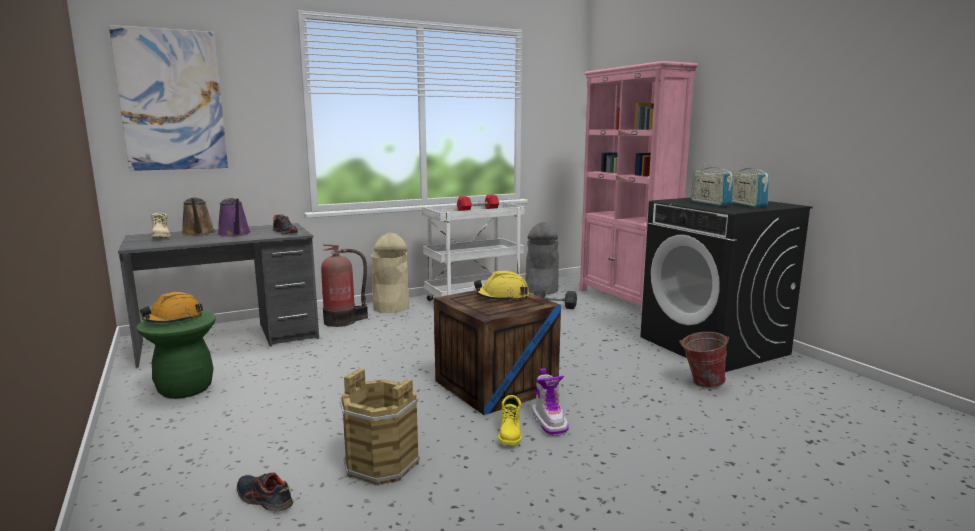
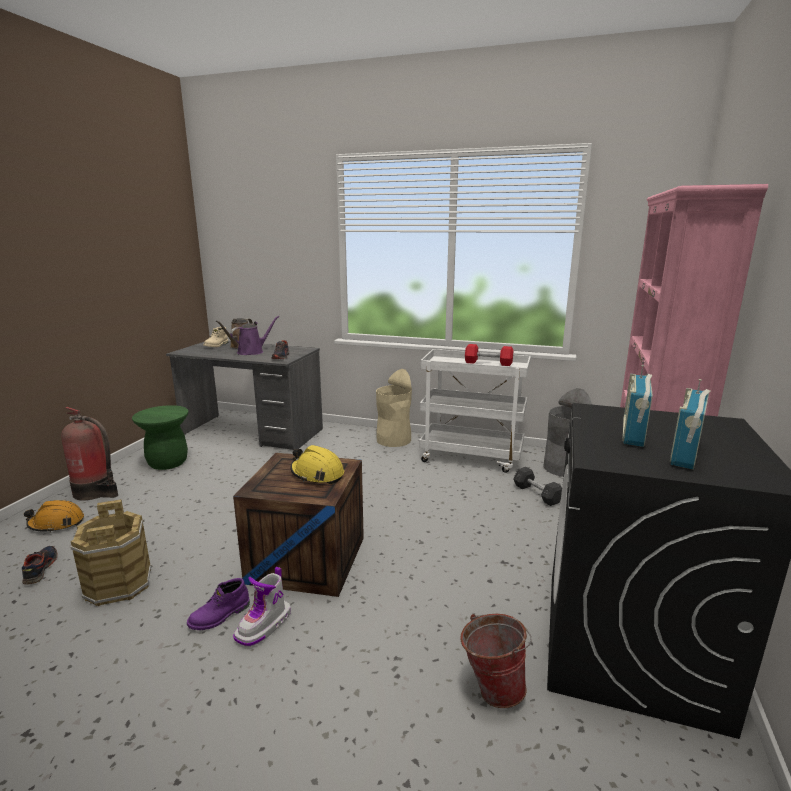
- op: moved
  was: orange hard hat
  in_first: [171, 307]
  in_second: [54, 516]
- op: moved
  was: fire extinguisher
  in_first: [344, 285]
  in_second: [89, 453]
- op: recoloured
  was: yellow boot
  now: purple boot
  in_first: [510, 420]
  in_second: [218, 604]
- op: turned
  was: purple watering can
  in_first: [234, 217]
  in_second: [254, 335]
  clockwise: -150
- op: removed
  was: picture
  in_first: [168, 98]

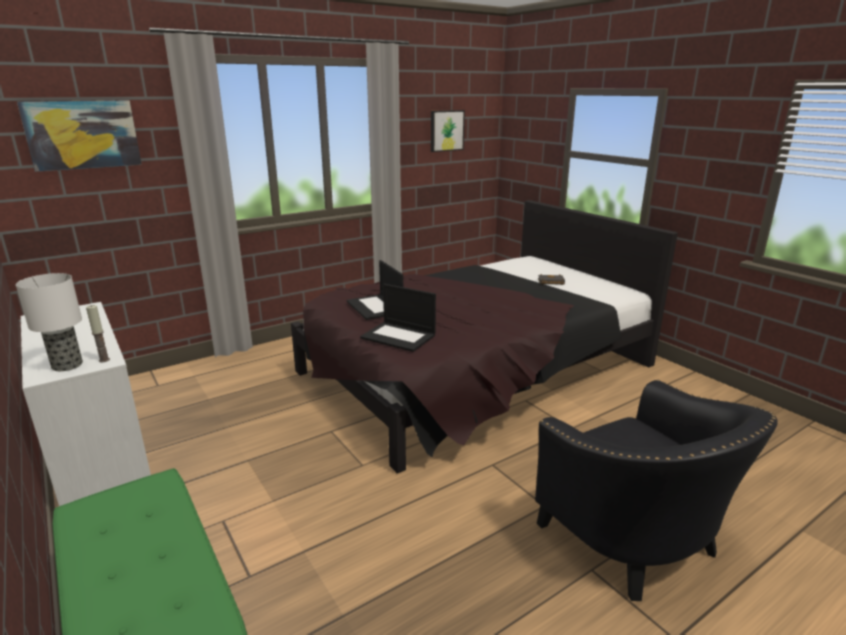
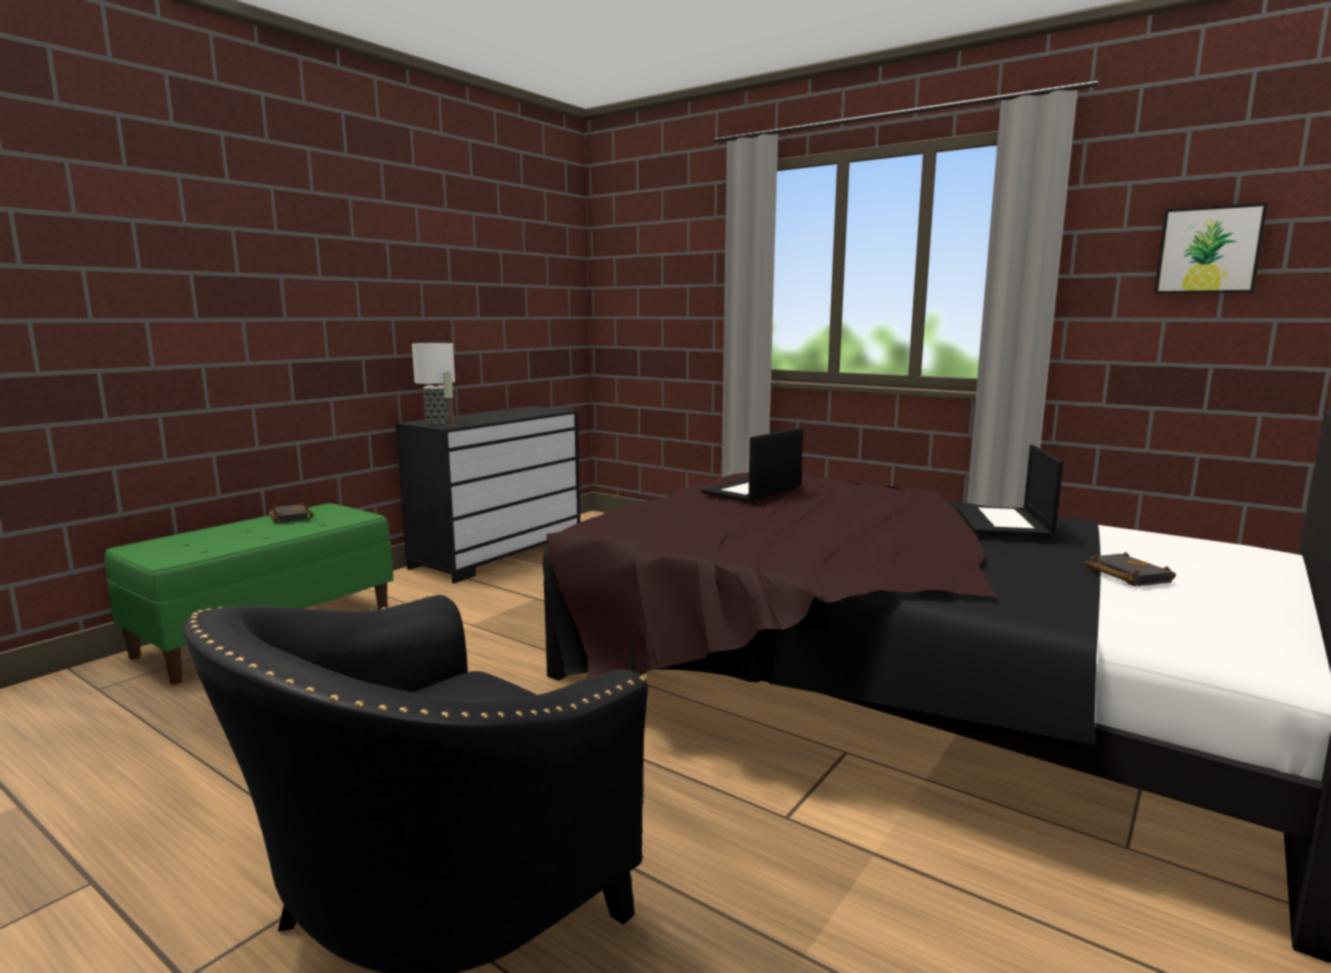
- op: added
  now: black book
  in_second: [291, 513]
- op: recoloured
  was: white dresser
  now: black dresser
  in_first: [86, 404]
  in_second: [488, 494]
- op: moved
  was: laptop
  in_first: [398, 318]
  in_second: [1010, 491]
- op: removed
  was: picture
  in_first: [79, 136]

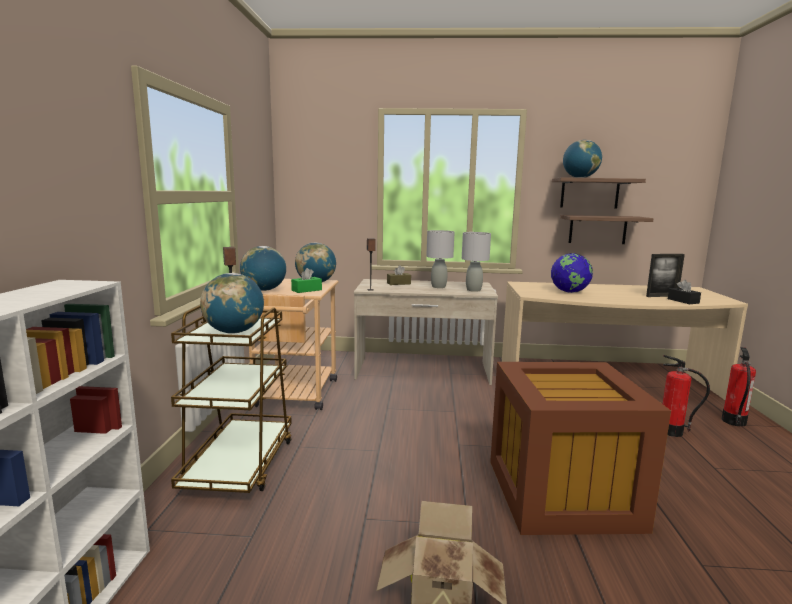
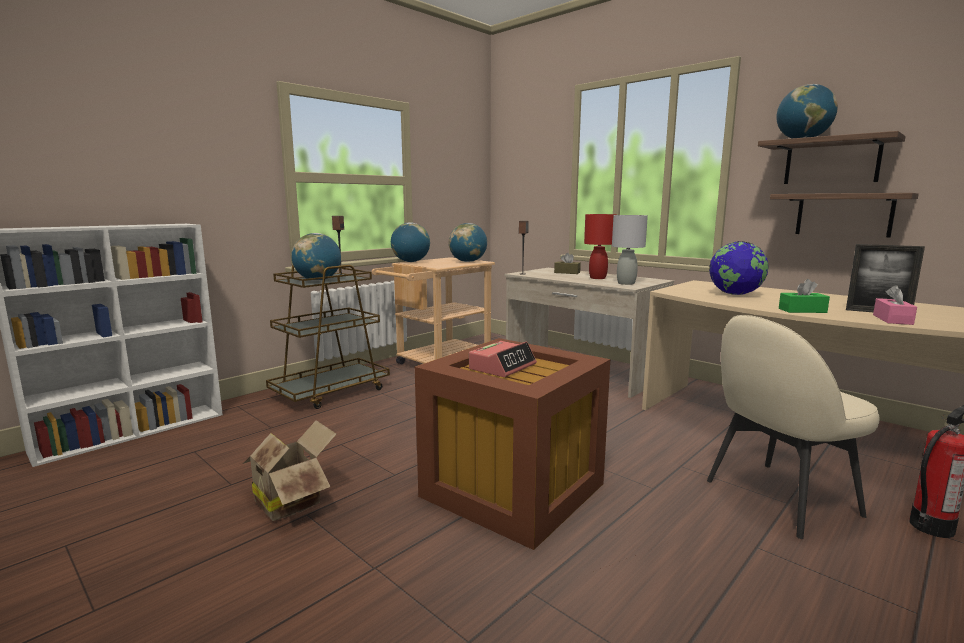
- op: added
  now: alarm clock
  in_second: [503, 359]
- op: recoloured
  was: grey table lamp
  now: red table lamp
  in_first: [440, 259]
  in_second: [600, 246]
- op: replaced
  was: fire extinguisher
  now: beige chair
  in_first: [686, 396]
  in_second: [793, 427]
- op: moved
  was: green tissue box
  in_first: [306, 280]
  in_second: [804, 296]
- op: recoloured
  was: black tissue box
  now: pink tissue box
  in_first: [684, 292]
  in_second: [895, 305]

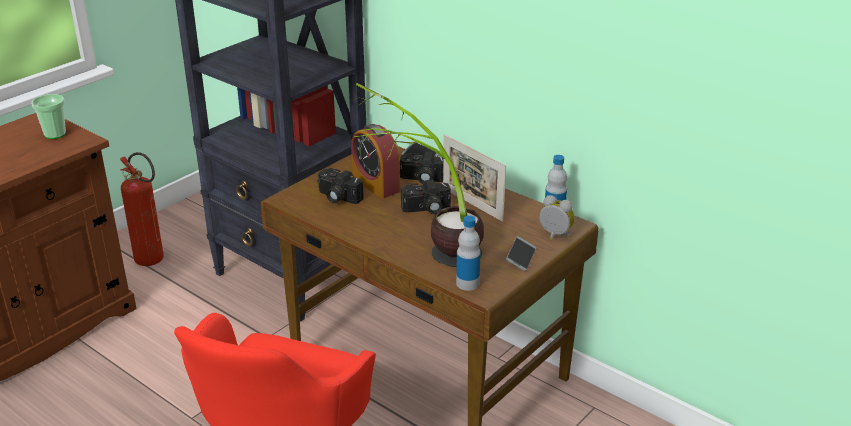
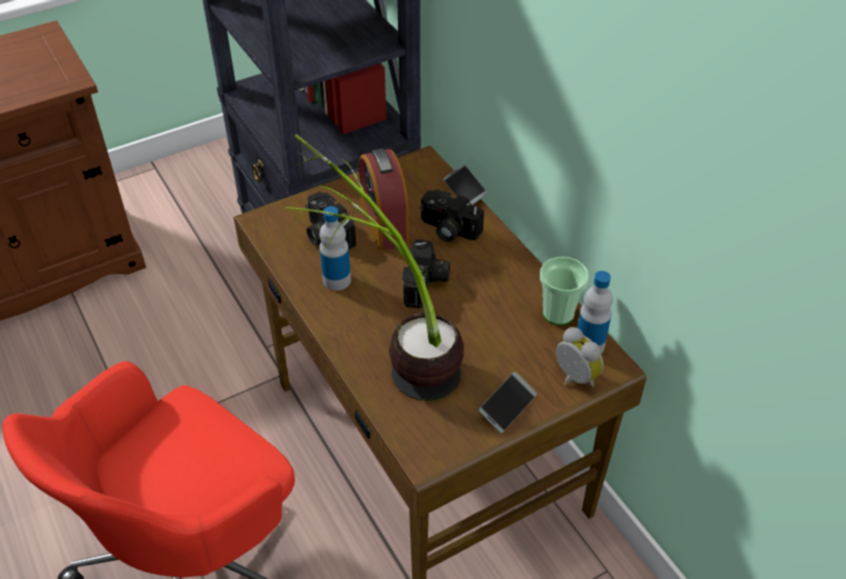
- op: moved
  was: bottle
  in_first: [468, 253]
  in_second: [335, 248]
- op: turned
  was: photo camera
  in_first: [426, 197]
  in_second: [426, 274]
  clockwise: -90
- op: moved
  was: cup
  in_first: [49, 116]
  in_second: [564, 291]
- op: removed
  was: fire extinguisher
  in_first: [142, 209]
- op: removed
  was: picture frame
  in_first: [474, 178]

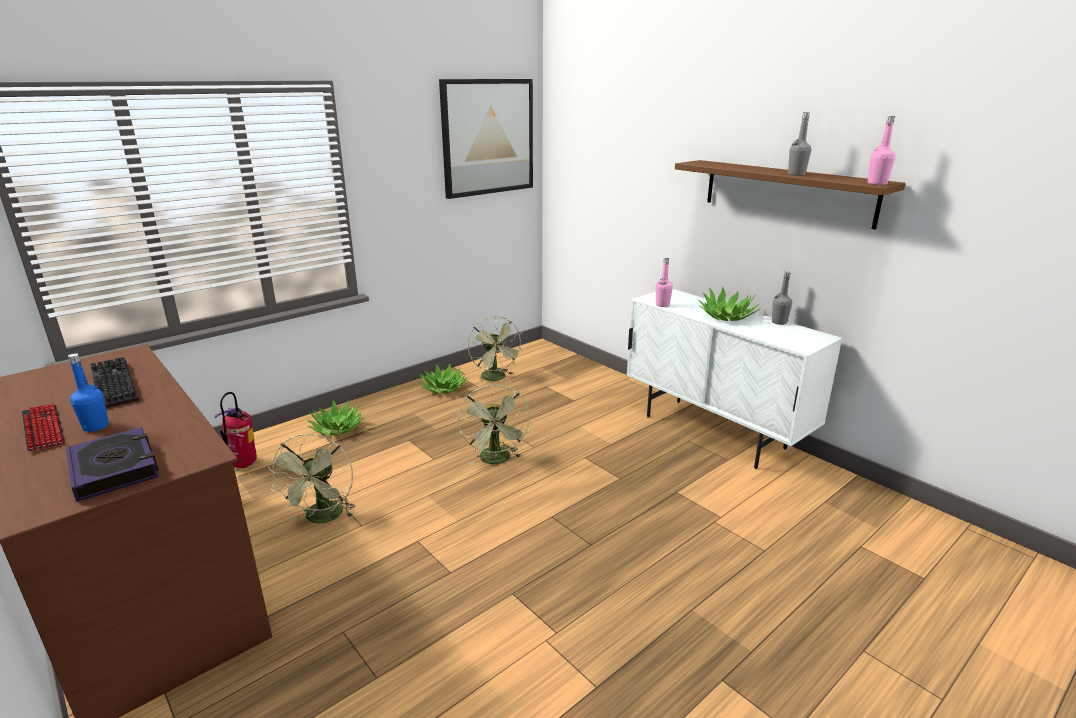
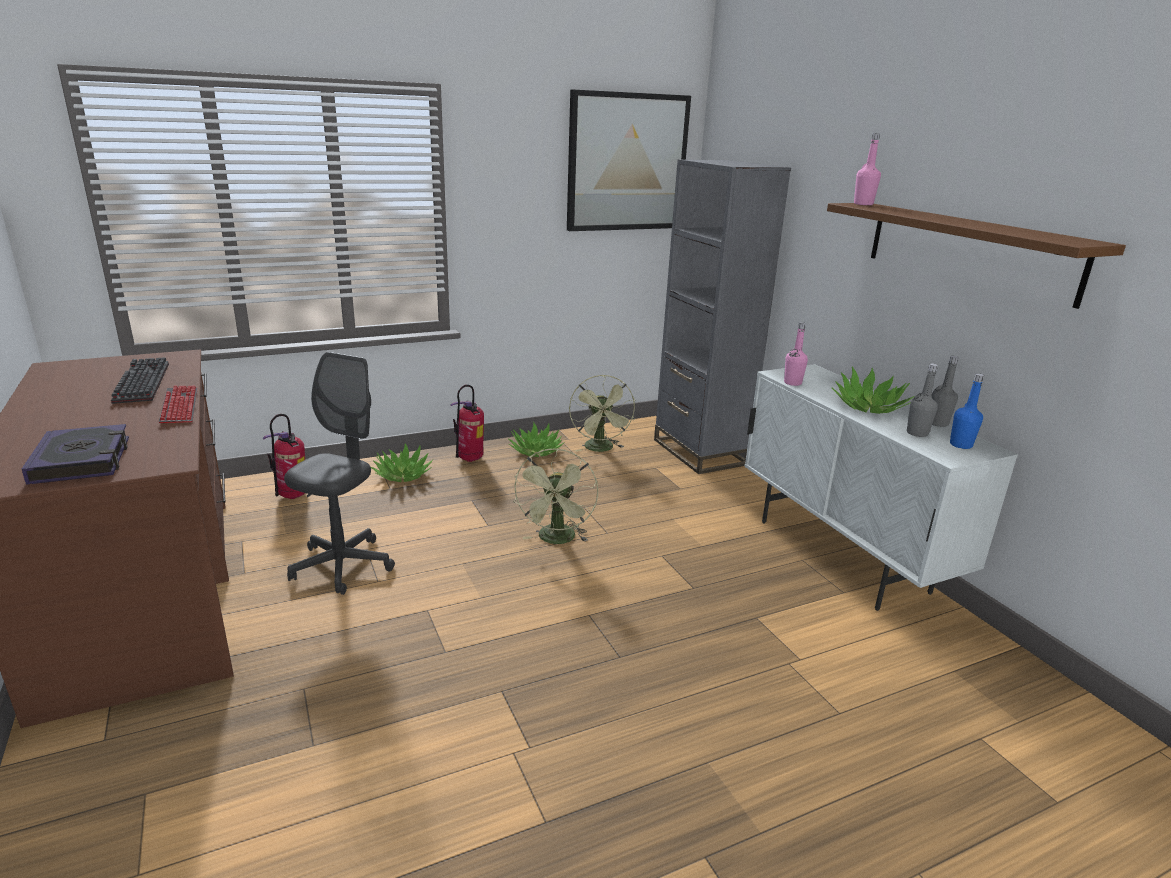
- op: moved
  was: keyboard
  in_first: [43, 427]
  in_second: [178, 404]
- op: replaced
  was: green fan
  now: grey office chair
  in_first: [311, 478]
  in_second: [339, 473]
- op: added
  now: fire extinguisher
  in_second: [467, 423]
- op: added
  now: grey bookcase
  in_second: [722, 316]
- op: moved
  was: pink bottle
  in_first: [882, 150]
  in_second: [867, 169]
- op: moved
  was: grey bottle
  in_first: [799, 144]
  in_second: [922, 400]
- op: moved
  was: blue bottle
  in_first: [88, 392]
  in_second: [967, 411]

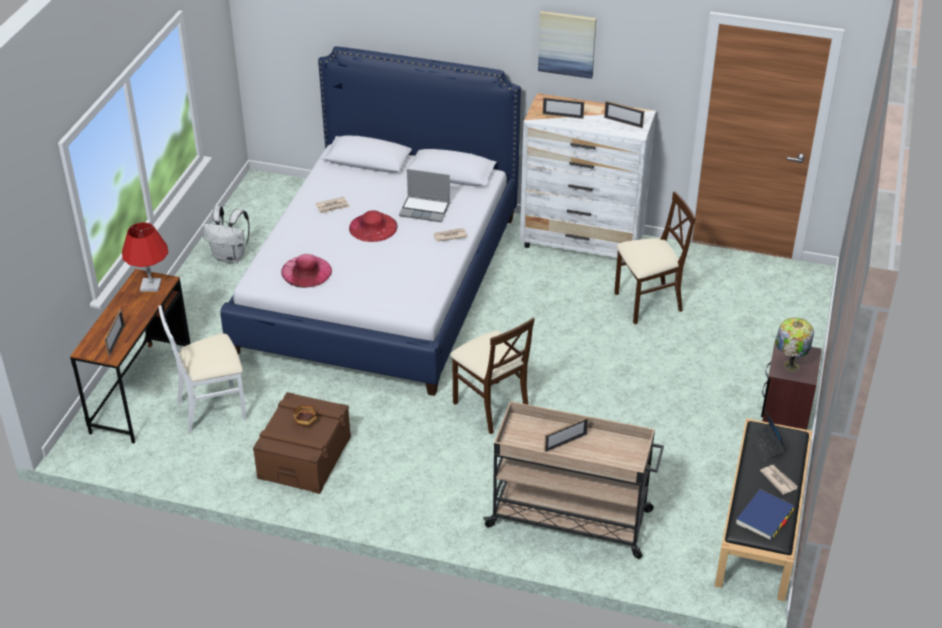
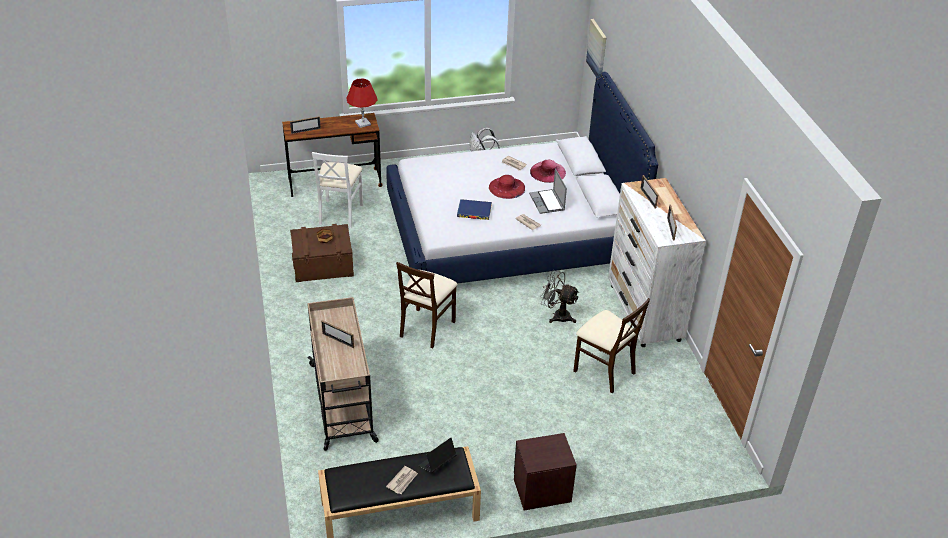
- op: turned
  was: white chair
  in_first: [203, 369]
  in_second: [337, 190]
  clockwise: -120
- op: moved
  was: blue book
  in_first: [765, 514]
  in_second: [474, 209]
- op: moved
  was: pink hat
  in_first: [306, 271]
  in_second: [548, 171]
- op: added
  now: grey fan
  in_second: [559, 296]
- op: moved
  was: picture
  in_first: [567, 45]
  in_second: [596, 48]
- op: removed
  was: table lamp
  in_first: [794, 344]

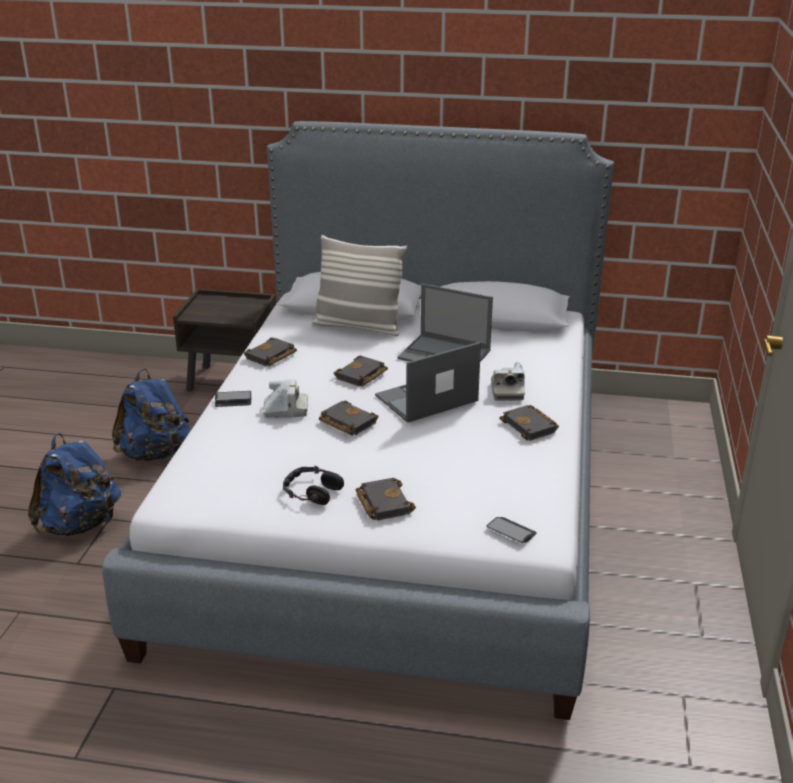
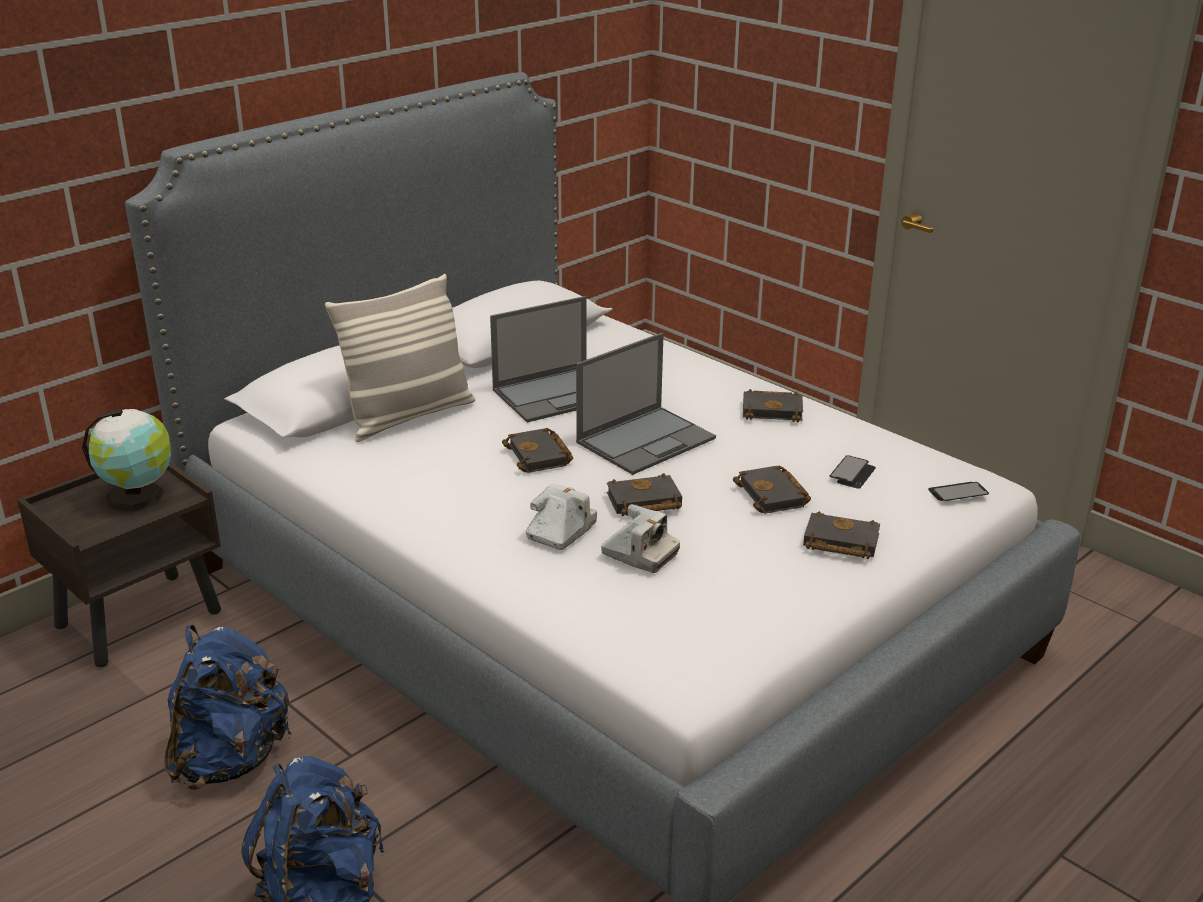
- op: added
  now: globe
  in_second: [126, 460]
- op: turned
  was: laptop
  in_first: [428, 382]
  in_second: [646, 404]
  clockwise: -135
- op: moved
  was: photo camera
  in_first: [508, 381]
  in_second: [640, 538]
- op: moved
  was: black book
  in_first: [270, 351]
  in_second: [772, 490]
- op: moved
  was: phone
  in_first: [233, 399]
  in_second: [853, 472]
- op: removed
  was: headphones
  in_first: [313, 485]

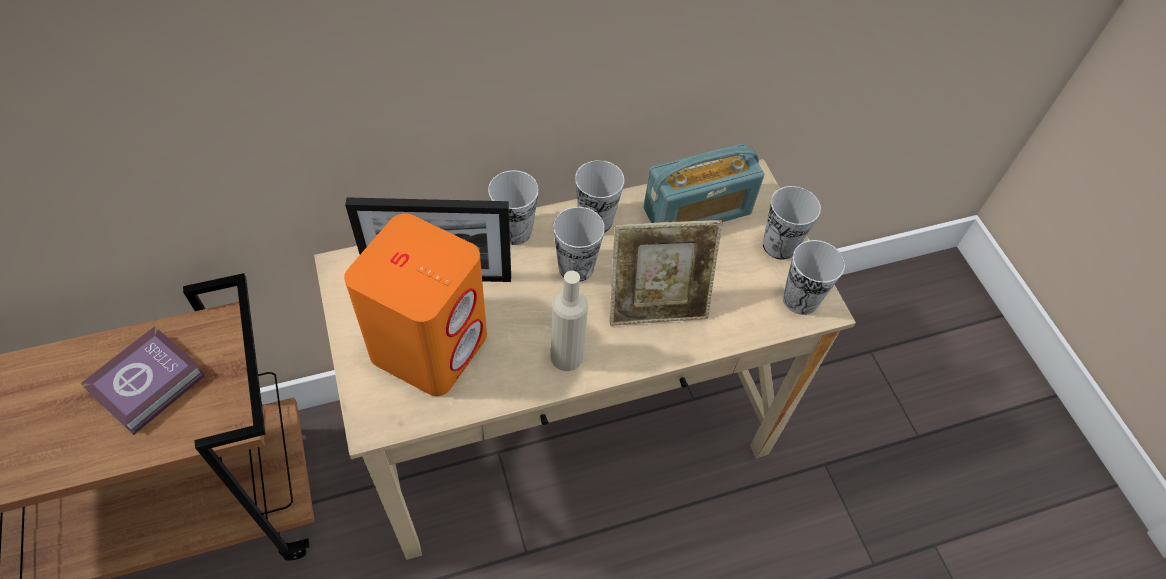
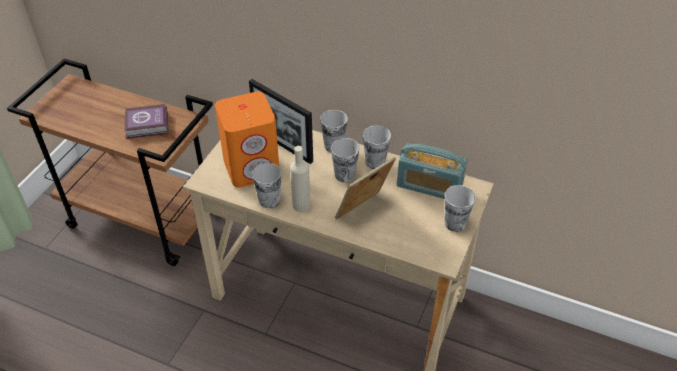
- op: moved
  was: cup
  in_first: [814, 277]
  in_second: [267, 185]
- op: turned
  was: picture frame
  in_first: [666, 273]
  in_second: [365, 188]
  clockwise: 105

